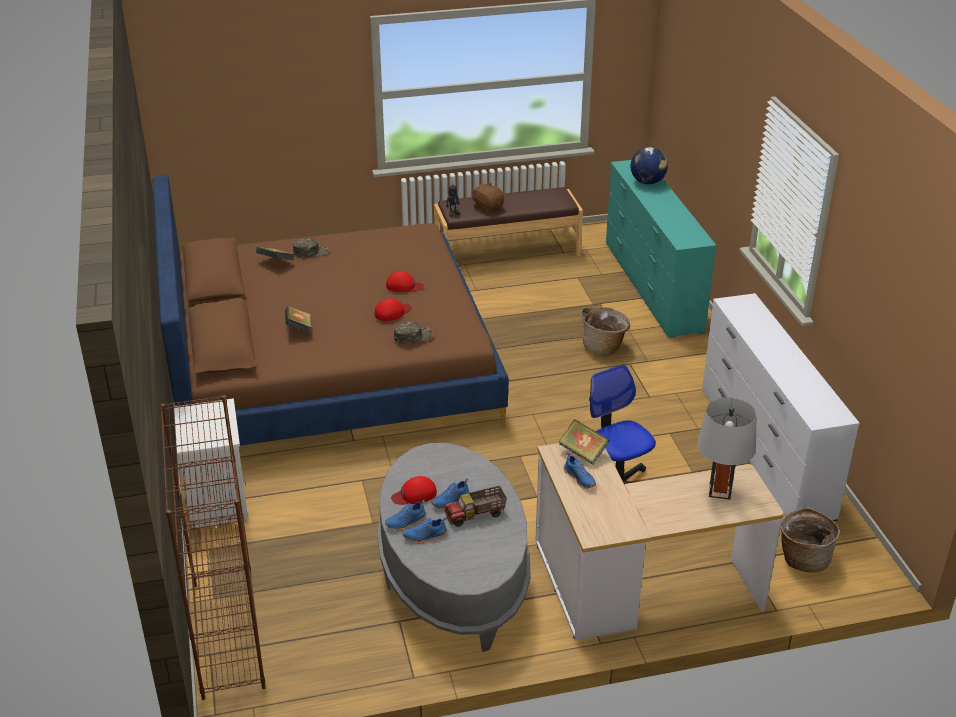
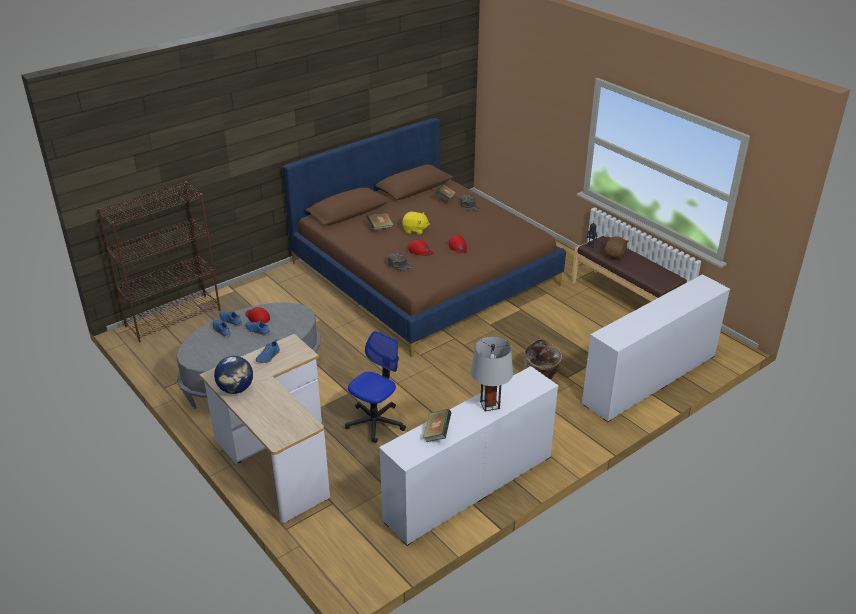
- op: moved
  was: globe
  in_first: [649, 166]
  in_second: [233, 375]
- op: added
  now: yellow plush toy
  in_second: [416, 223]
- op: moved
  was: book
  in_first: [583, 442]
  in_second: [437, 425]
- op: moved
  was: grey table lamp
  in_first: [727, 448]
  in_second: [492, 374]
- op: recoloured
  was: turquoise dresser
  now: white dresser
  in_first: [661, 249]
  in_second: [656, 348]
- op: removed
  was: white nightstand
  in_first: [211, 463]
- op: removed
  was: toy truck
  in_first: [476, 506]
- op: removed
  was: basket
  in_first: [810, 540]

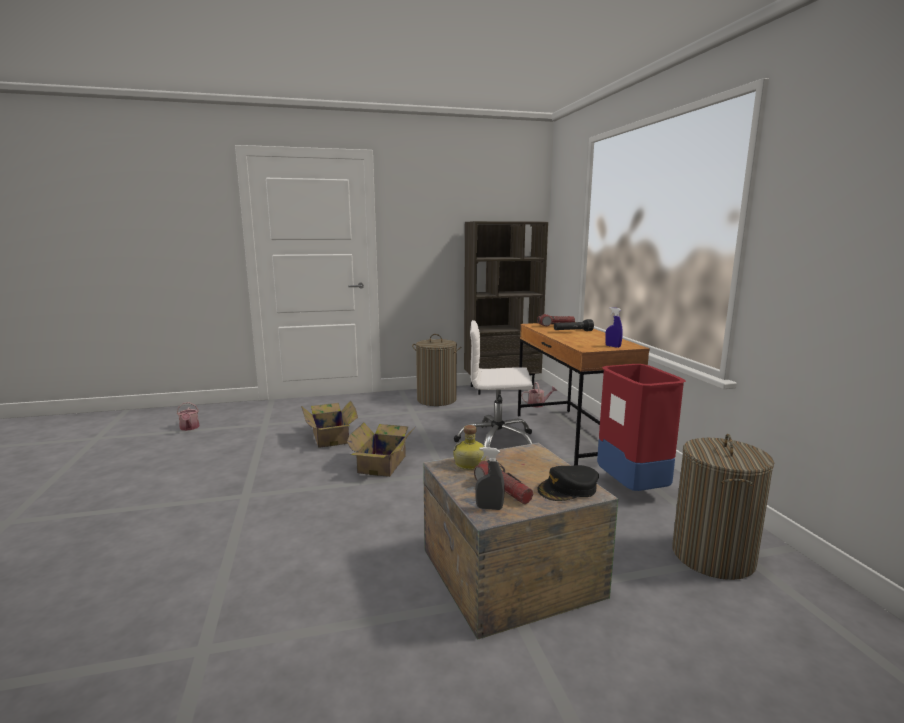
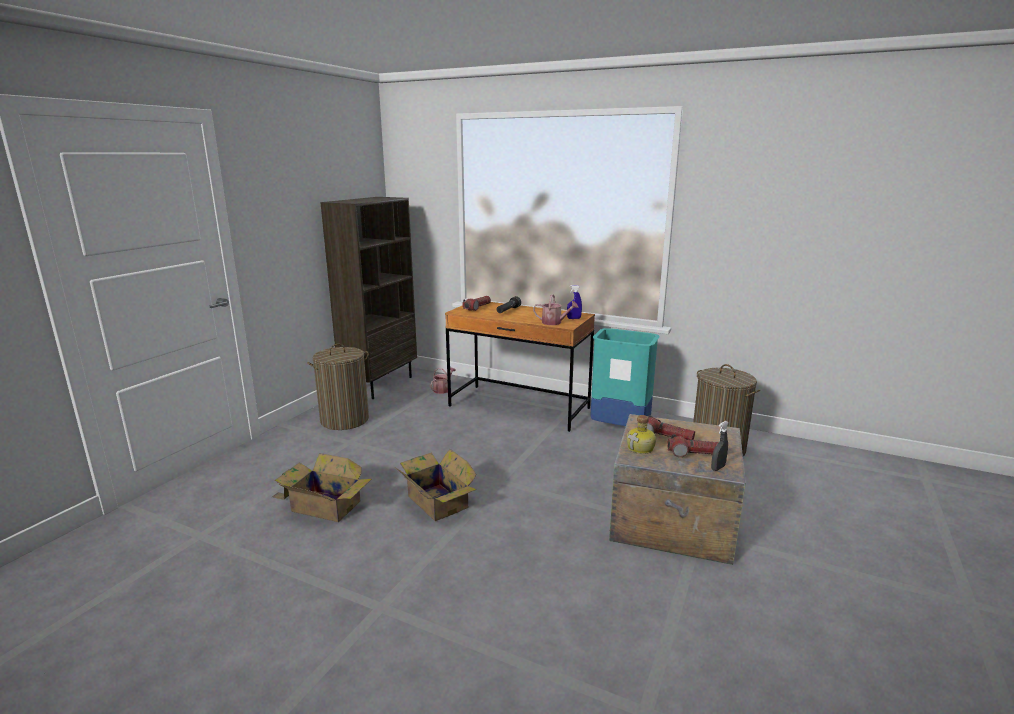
- op: moved
  was: watering can
  in_first: [188, 416]
  in_second: [555, 309]
- op: recoloured
  was: red trash can
  now: turquoise trash can
  in_first: [641, 427]
  in_second: [625, 377]
- op: added
  now: flashlight
  in_second: [671, 427]
- op: removed
  was: white office chair
  in_first: [493, 384]
- op: removed
  was: black cap
  in_first: [568, 483]

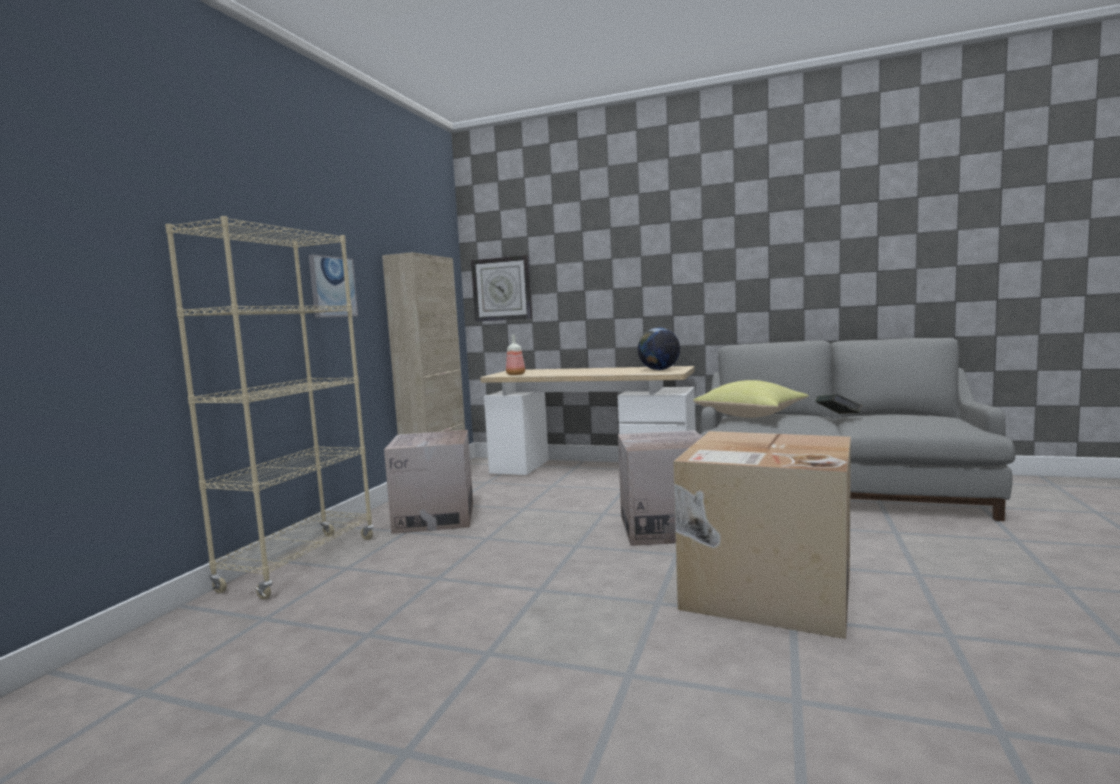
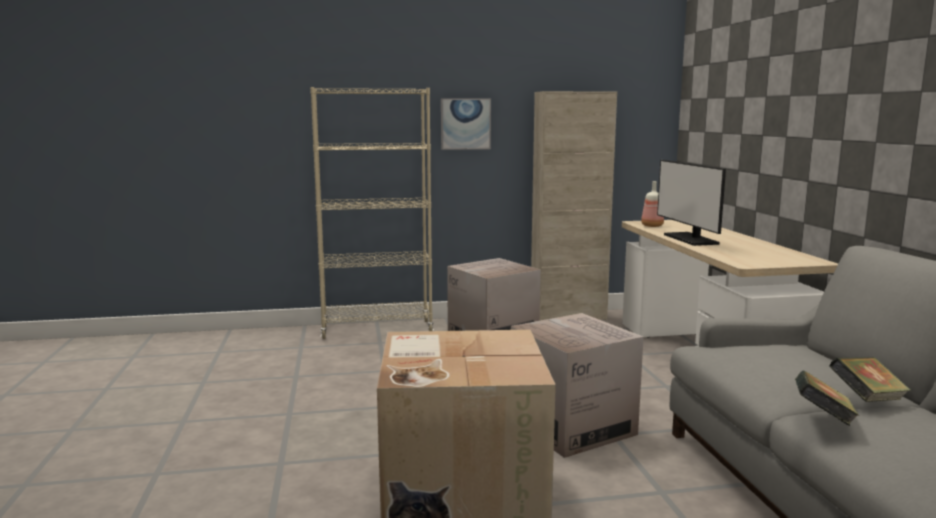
- op: added
  now: monitor
  in_second: [691, 203]
- op: added
  now: book
  in_second: [827, 398]
- op: removed
  was: wall clock
  in_first: [501, 288]
- op: removed
  was: globe
  in_first: [658, 349]
- op: removed
  was: yellow pillow
  in_first: [751, 399]

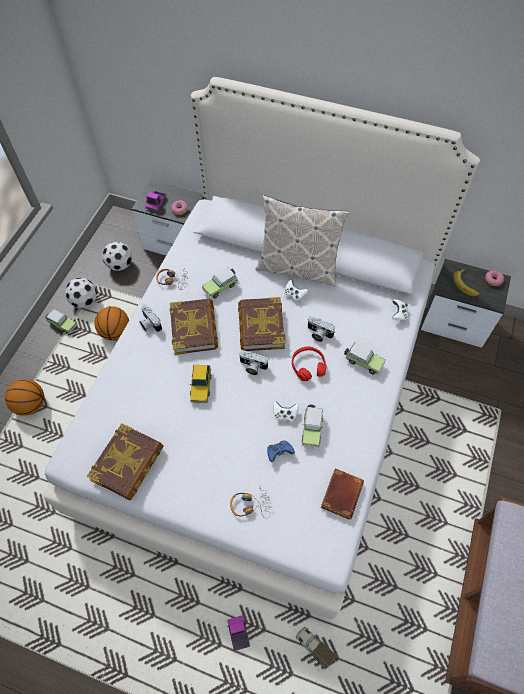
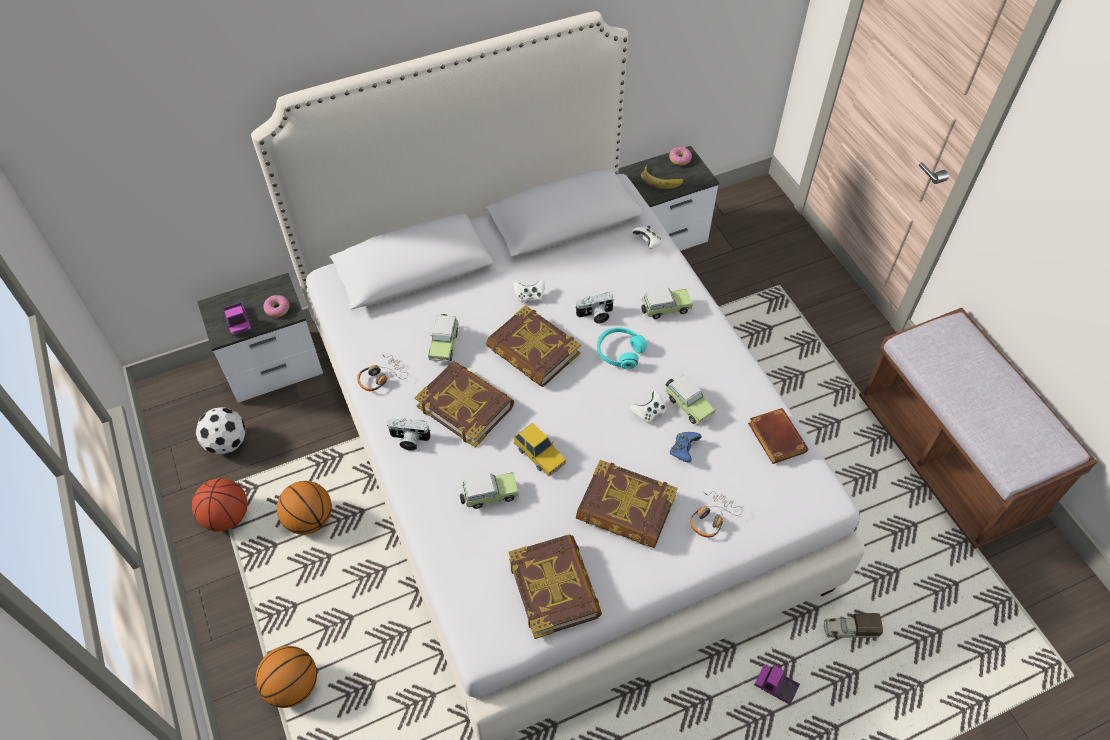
- op: replaced
  was: football
  now: basketball
  in_first: [81, 293]
  in_second: [219, 505]
- op: moved
  was: toy car
  in_first: [61, 321]
  in_second: [489, 491]
- op: added
  now: book
  in_second: [627, 504]
- op: recoloured
  was: red headphones
  now: turquoise headphones
  in_first: [309, 363]
  in_second: [622, 348]
- op: removed
  was: photo camera
  in_first: [254, 362]
- op: removed
  was: pillow
  in_first: [302, 241]

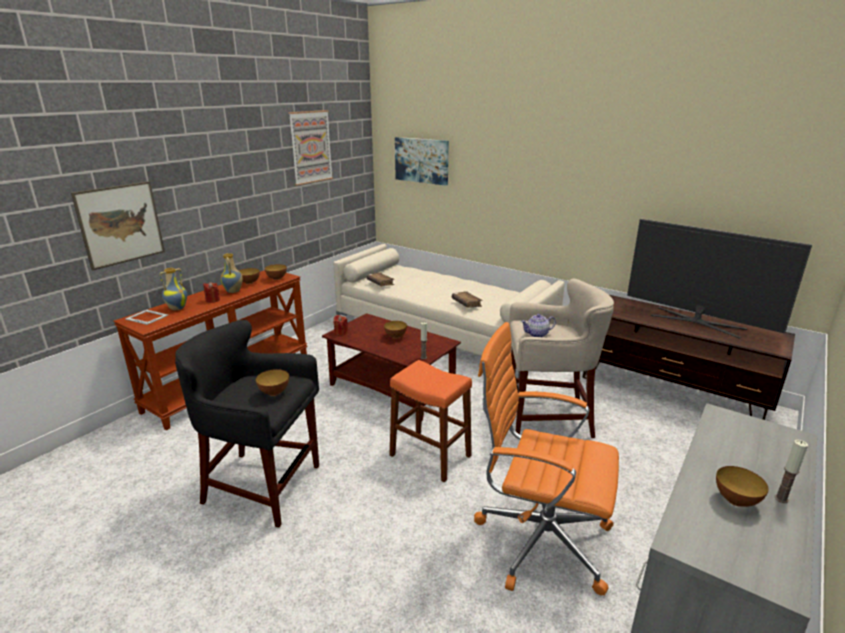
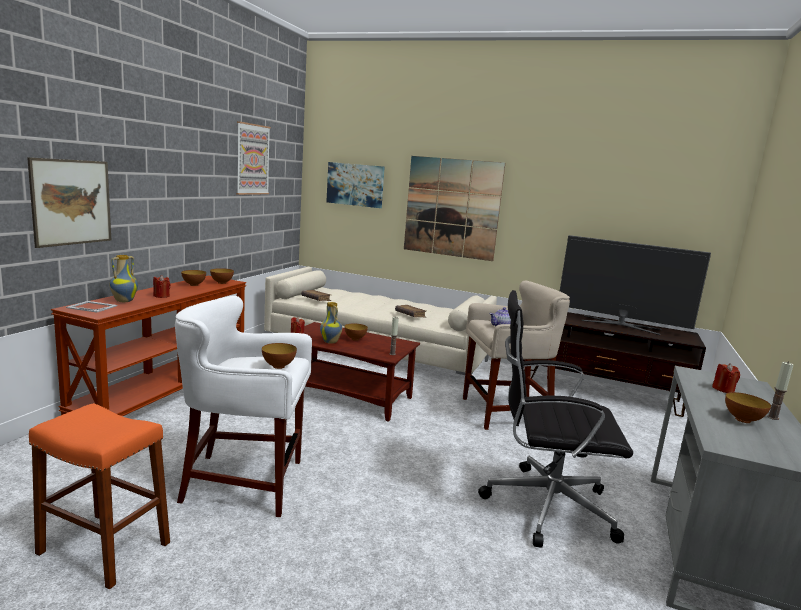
- op: moved
  was: orange stool
  in_first: [431, 421]
  in_second: [99, 496]
- op: recoloured
  was: black stool
  now: white stool
  in_first: [247, 424]
  in_second: [243, 406]
- op: moved
  was: vase
  in_first: [231, 273]
  in_second: [331, 323]
- op: added
  now: picture
  in_second: [454, 208]
- op: recoloured
  was: orange office chair
  now: black office chair
  in_first: [546, 459]
  in_second: [555, 419]
- op: added
  now: red candle
  in_second: [726, 378]

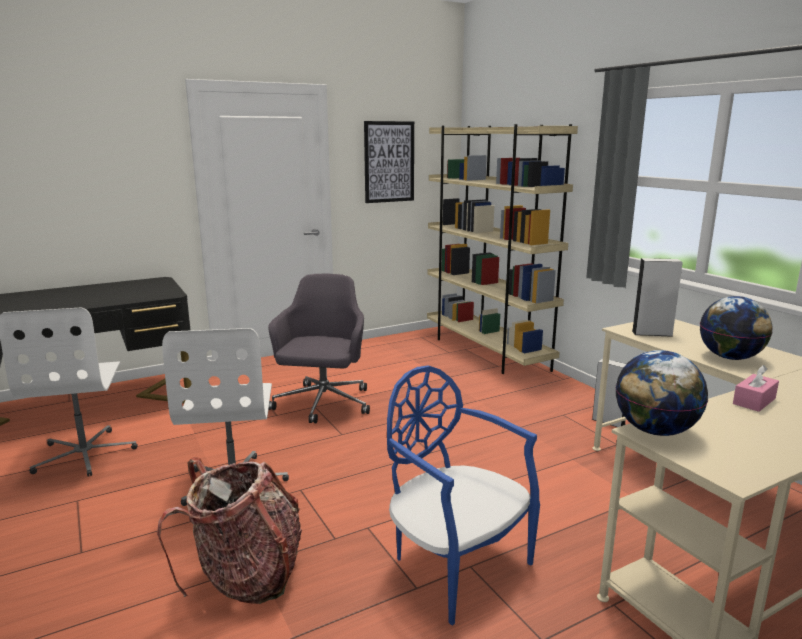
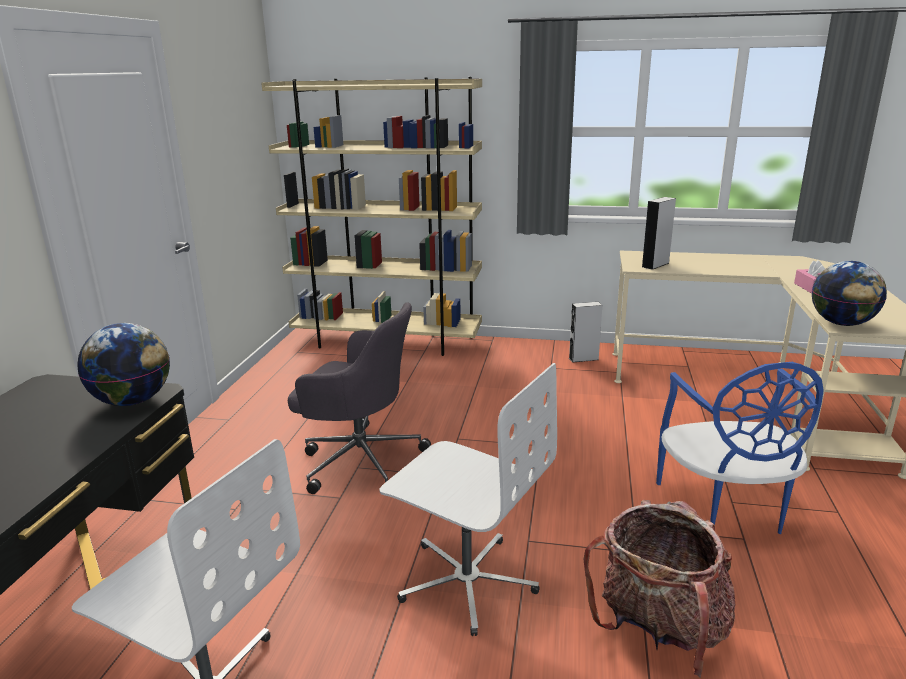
- op: moved
  was: globe
  in_first: [736, 328]
  in_second: [123, 364]
- op: turned
  was: grey office chair
  in_first: [319, 348]
  in_second: [359, 398]
  clockwise: 150
- op: turned
  was: blue chair
  in_first: [463, 495]
  in_second: [740, 448]
  clockwise: -90
- op: removed
  was: picture
  in_first: [389, 162]

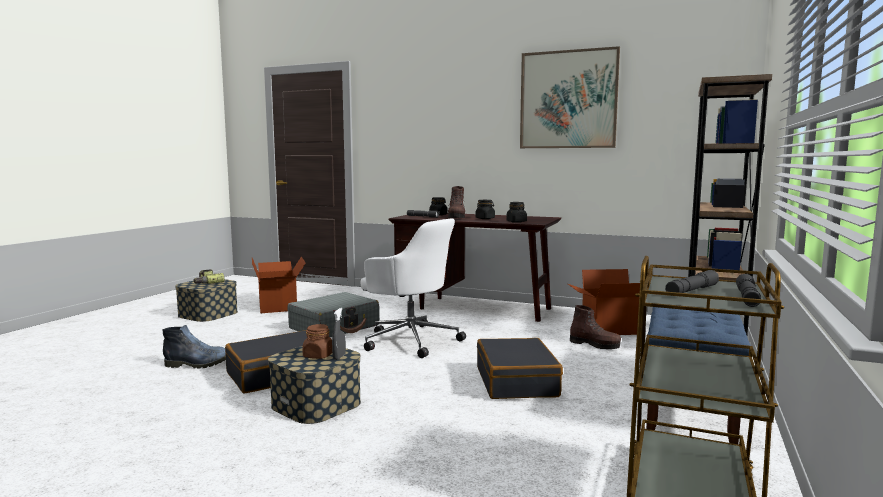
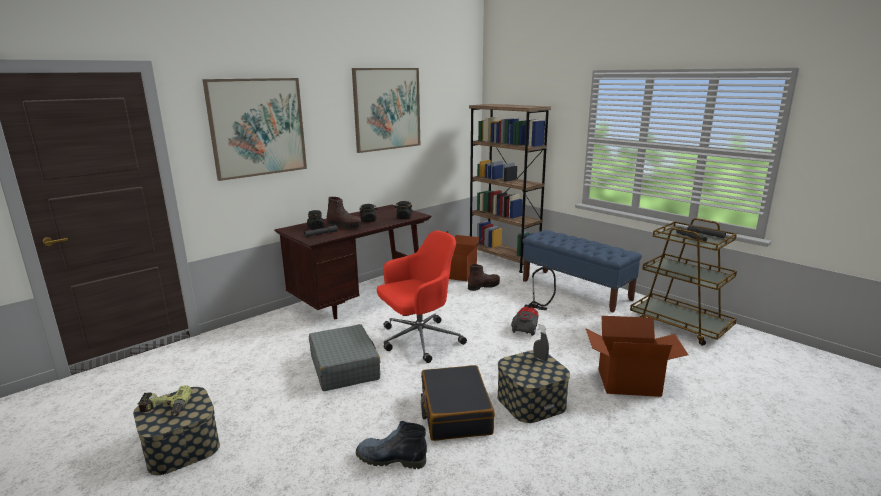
- op: added
  now: picture
  in_second: [254, 129]
- op: turned
  was: boot
  in_first: [194, 347]
  in_second: [391, 445]
  clockwise: -105
- op: recoloured
  was: white office chair
  now: red office chair
  in_first: [413, 288]
  in_second: [422, 296]
- op: replaced
  was: black suitcase
  now: vacuum cleaner
  in_first: [520, 368]
  in_second: [533, 301]
- op: moved
  was: cardboard box
  in_first: [278, 285]
  in_second: [637, 356]
- op: removed
  was: brown jar
  in_first: [317, 341]

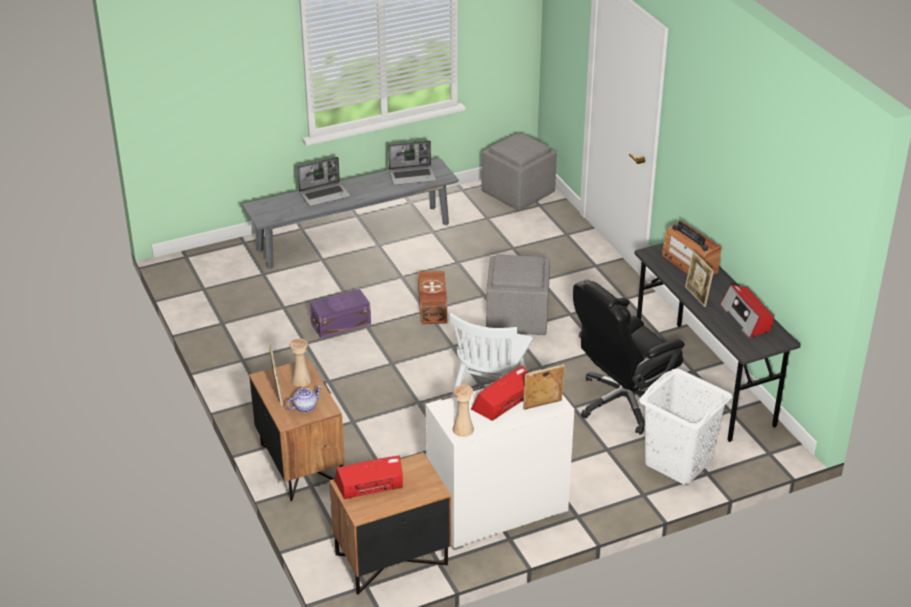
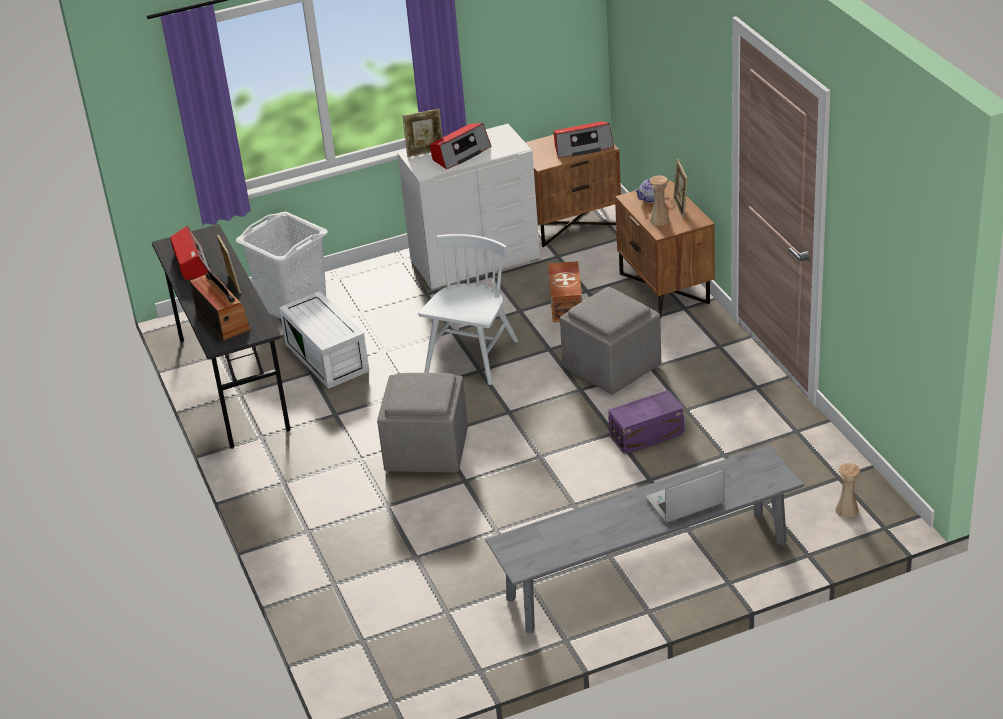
- op: replaced
  was: black office chair
  now: white storage box
  in_first: [629, 357]
  in_second: [324, 340]
- op: moved
  was: brown storage box
  in_first: [432, 297]
  in_second: [565, 291]
- op: moved
  was: grey ottoman
  in_first: [519, 172]
  in_second: [610, 340]
- op: moved
  was: beige vase
  in_first: [463, 411]
  in_second: [848, 490]
- op: removed
  was: laptop
  in_first: [412, 162]

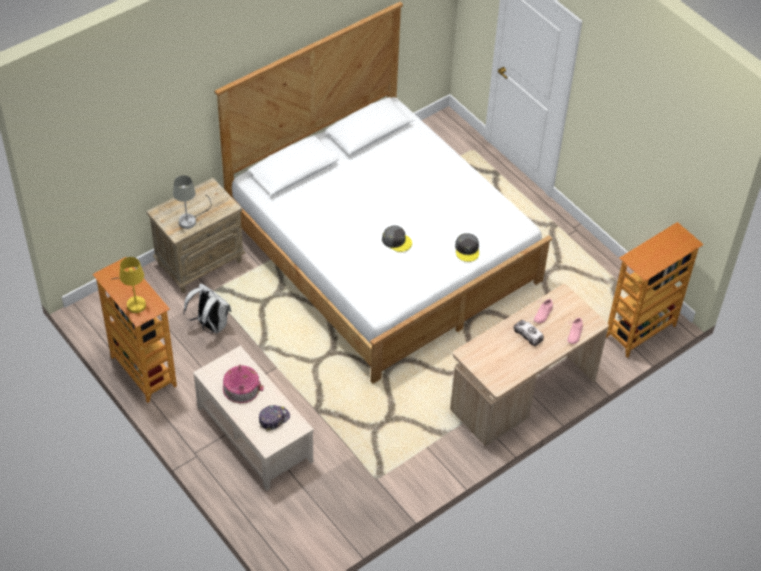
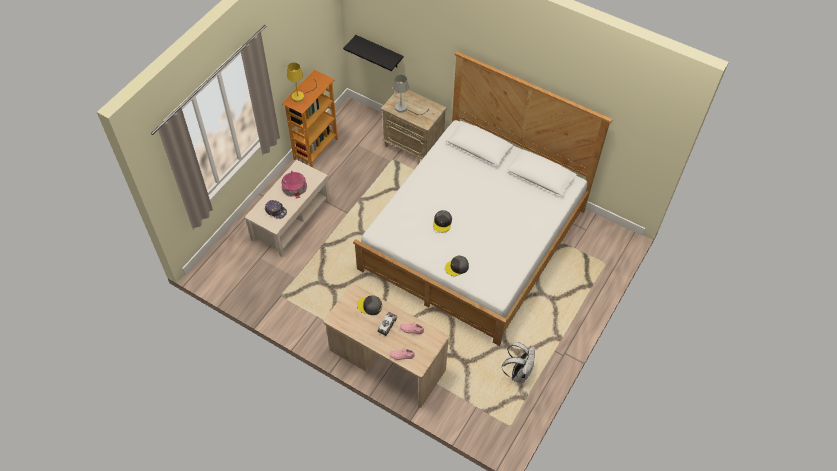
- op: added
  now: black shelf
  in_second: [373, 53]
- op: added
  now: grey cap
  in_second: [369, 305]
- op: moved
  was: white backpack
  in_first: [207, 308]
  in_second: [518, 362]
- op: removed
  was: bookcase
  in_first: [655, 290]

